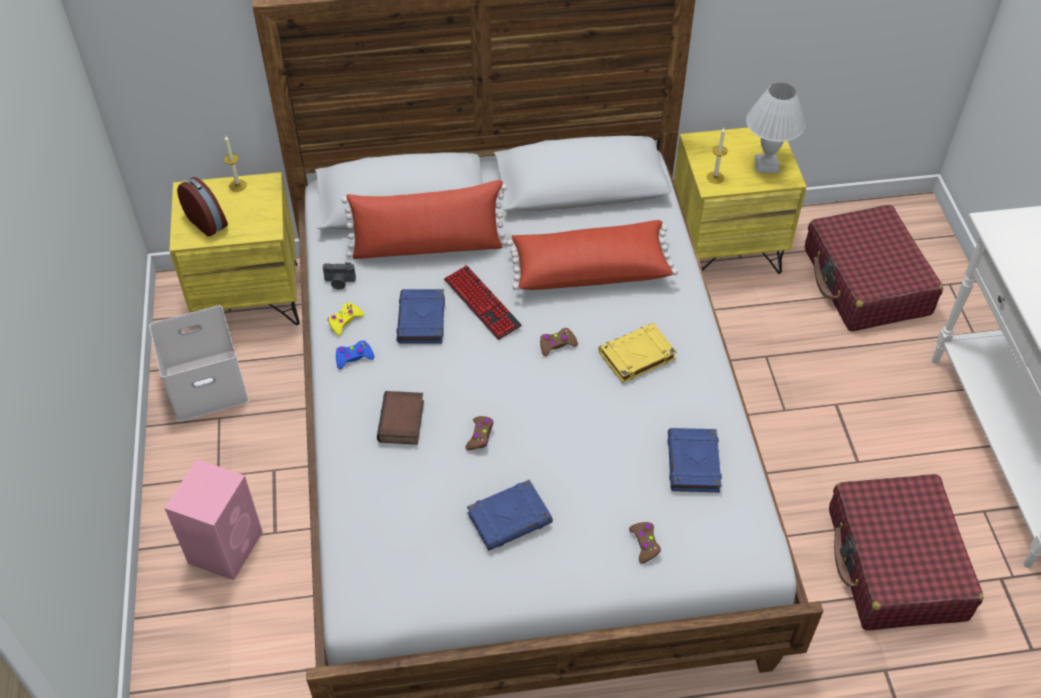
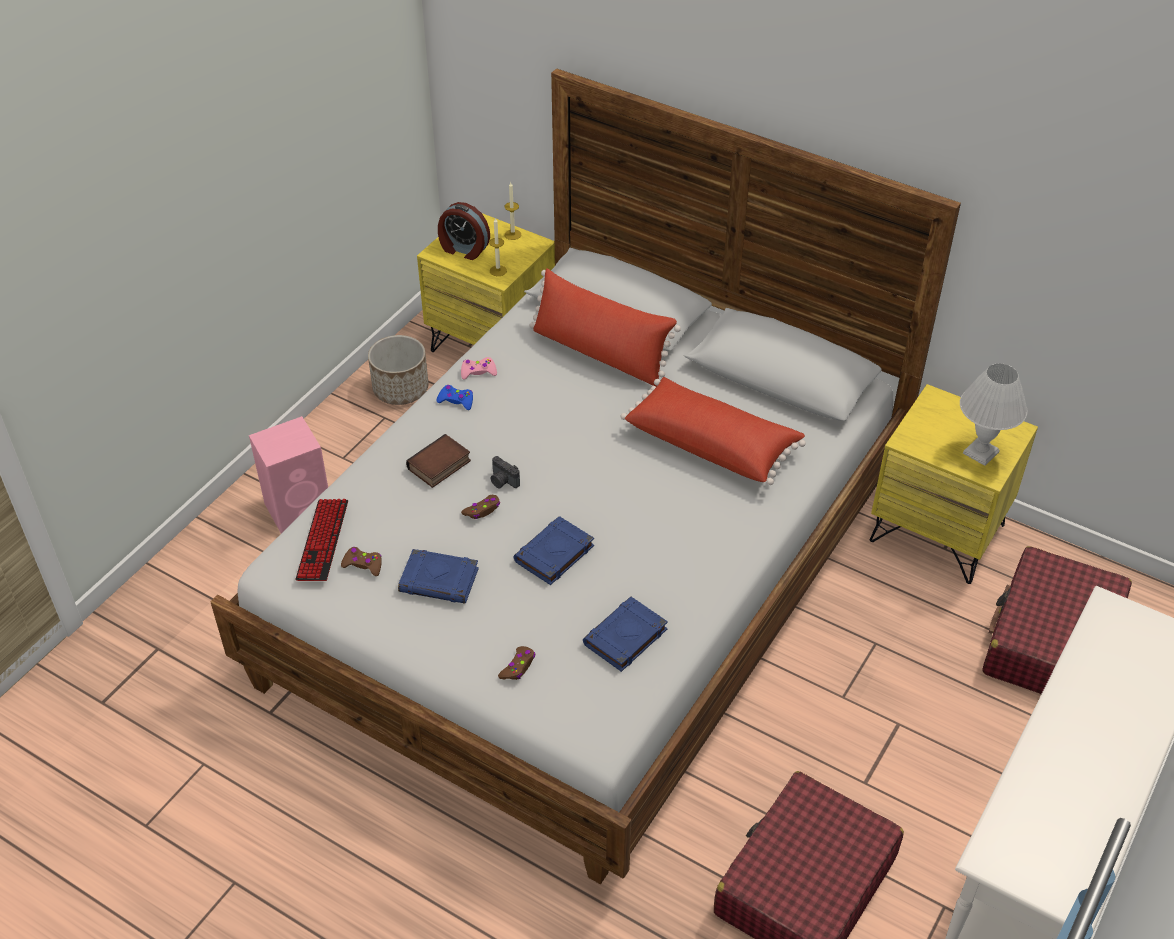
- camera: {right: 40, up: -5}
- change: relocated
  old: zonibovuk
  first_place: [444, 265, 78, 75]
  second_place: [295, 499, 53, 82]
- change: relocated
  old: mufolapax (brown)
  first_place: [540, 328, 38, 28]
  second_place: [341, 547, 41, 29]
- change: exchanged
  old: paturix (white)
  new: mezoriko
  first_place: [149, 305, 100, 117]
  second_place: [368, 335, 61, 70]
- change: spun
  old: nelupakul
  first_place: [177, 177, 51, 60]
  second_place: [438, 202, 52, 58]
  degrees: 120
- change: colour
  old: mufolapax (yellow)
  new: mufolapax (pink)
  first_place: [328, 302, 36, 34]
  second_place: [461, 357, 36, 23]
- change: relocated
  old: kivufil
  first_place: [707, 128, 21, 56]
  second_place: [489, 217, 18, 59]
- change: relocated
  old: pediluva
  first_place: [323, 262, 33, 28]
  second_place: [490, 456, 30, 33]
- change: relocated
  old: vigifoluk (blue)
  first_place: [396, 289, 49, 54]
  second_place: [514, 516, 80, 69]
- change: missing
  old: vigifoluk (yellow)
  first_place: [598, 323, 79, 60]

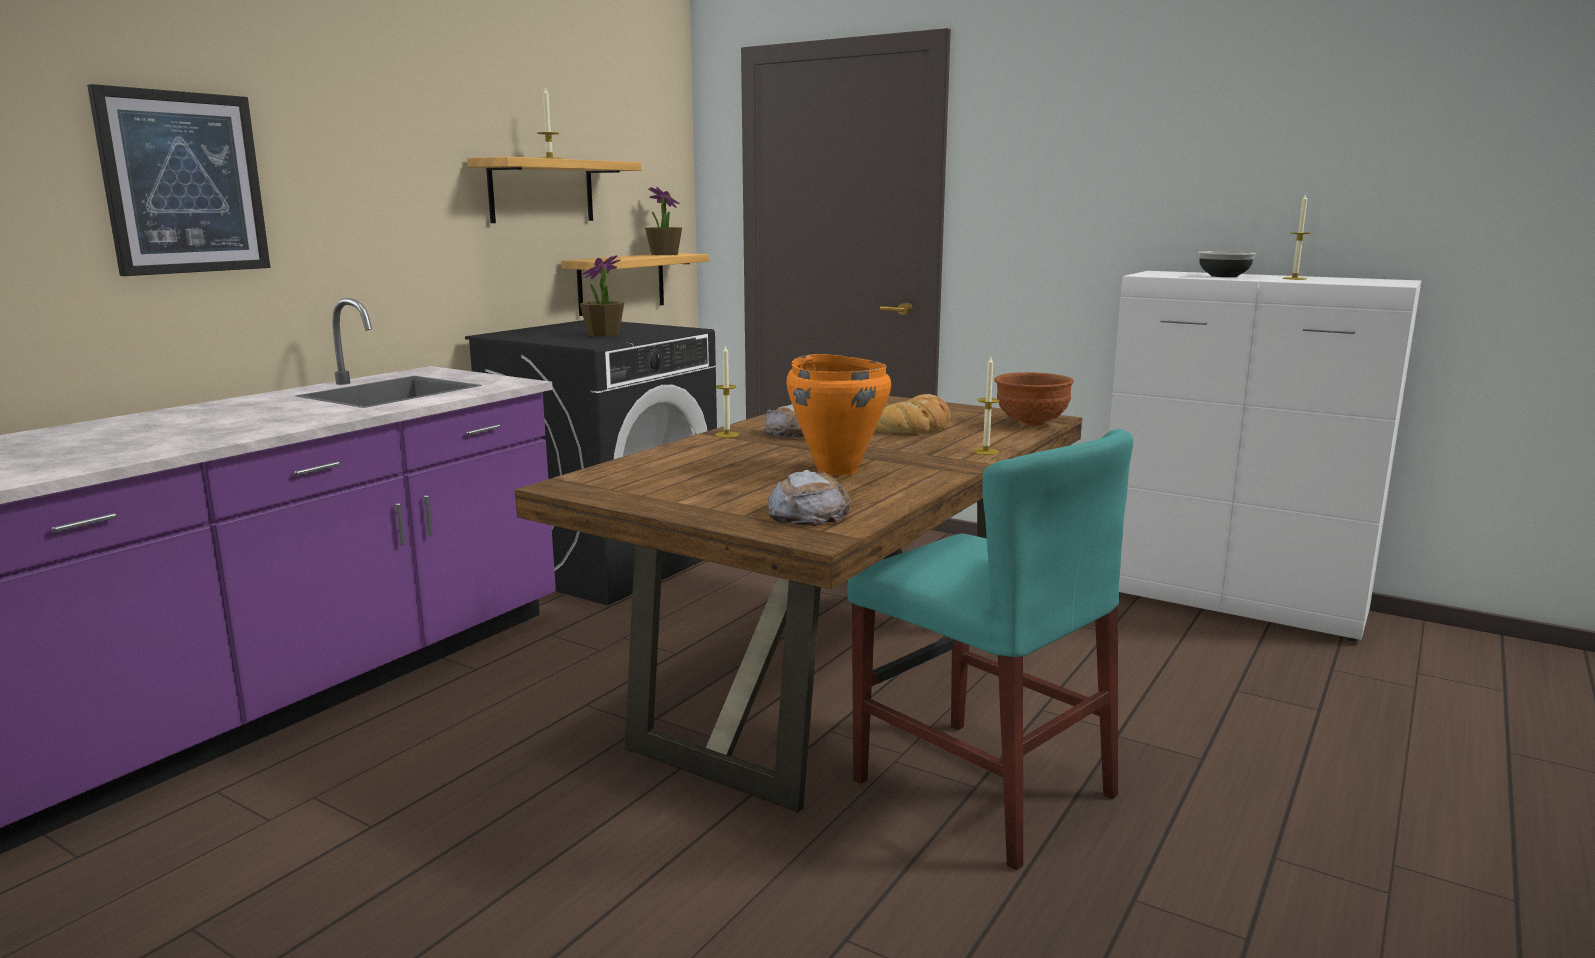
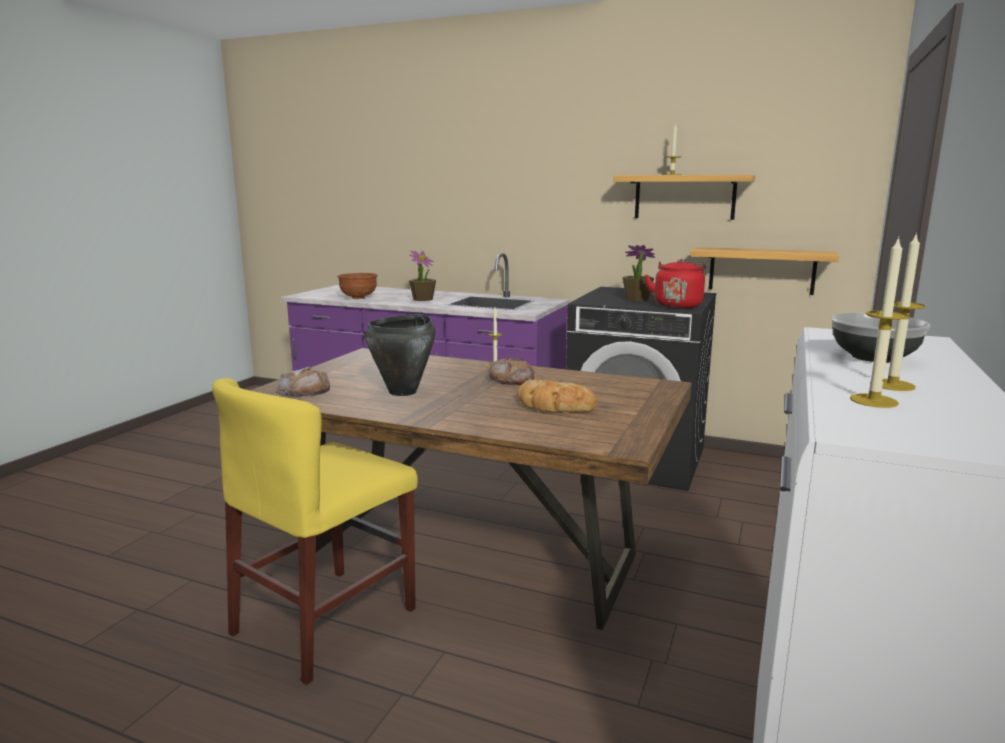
- camera: {right: 80, up: 0}
- change: colour
  old: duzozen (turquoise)
  new: duzozen (yellow)
  first_place: [847, 429, 286, 442]
  second_place: [212, 378, 206, 307]
- change: relocated
  old: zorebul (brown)
  first_place: [994, 372, 80, 54]
  second_place: [337, 273, 41, 26]
- change: colour
  old: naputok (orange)
  new: naputok (black)
  first_place: [786, 354, 105, 122]
  second_place: [365, 314, 70, 82]
- change: relocated
  old: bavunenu
  first_place: [645, 187, 37, 68]
  second_place: [409, 251, 27, 50]
- change: appeared
  new: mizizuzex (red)
  second_place: [645, 259, 61, 50]
- change: relocated
  old: kivufil
  first_place: [973, 357, 27, 98]
  second_place: [850, 237, 59, 171]
- change: missing
  old: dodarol
  first_place: [87, 84, 183, 192]

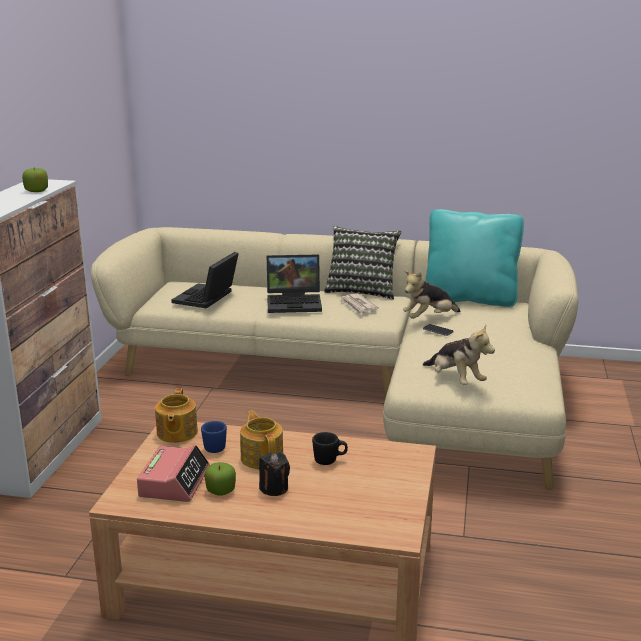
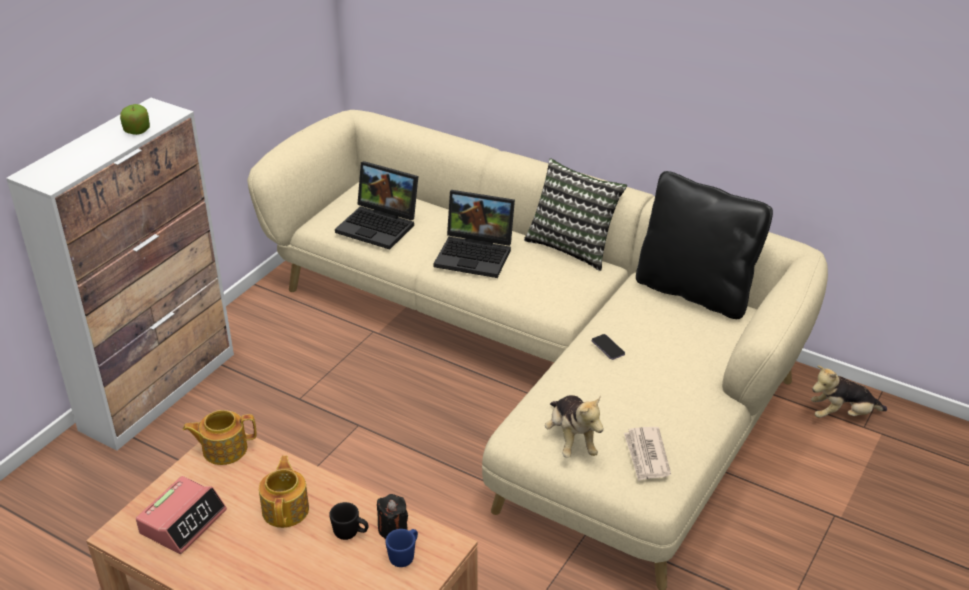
- camera: {right: 20, up: 15}
- change: spun
  old: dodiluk
  first_place: [155, 388, 43, 55]
  second_place: [183, 410, 73, 55]
  degrees: 60
- change: spun
  old: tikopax
  first_place: [171, 252, 68, 56]
  second_place: [335, 161, 83, 89]
  degrees: -105
- change: relocated
  old: kivufil (black)
  first_place: [259, 452, 31, 44]
  second_place: [377, 494, 31, 45]
- change: relocated
  old: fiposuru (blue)
  first_place: [201, 421, 26, 32]
  second_place: [385, 529, 33, 38]
- change: relocated
  old: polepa
  first_place: [339, 293, 39, 22]
  second_place: [624, 427, 47, 54]
- change: colour
  old: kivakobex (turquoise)
  new: kivakobex (black)
  first_place: [425, 209, 99, 98]
  second_place: [636, 171, 137, 148]
- change: relocated
  old: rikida
  first_place: [403, 271, 58, 48]
  second_place: [811, 365, 76, 53]
- change: missing
  old: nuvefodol
  first_place: [204, 462, 32, 34]

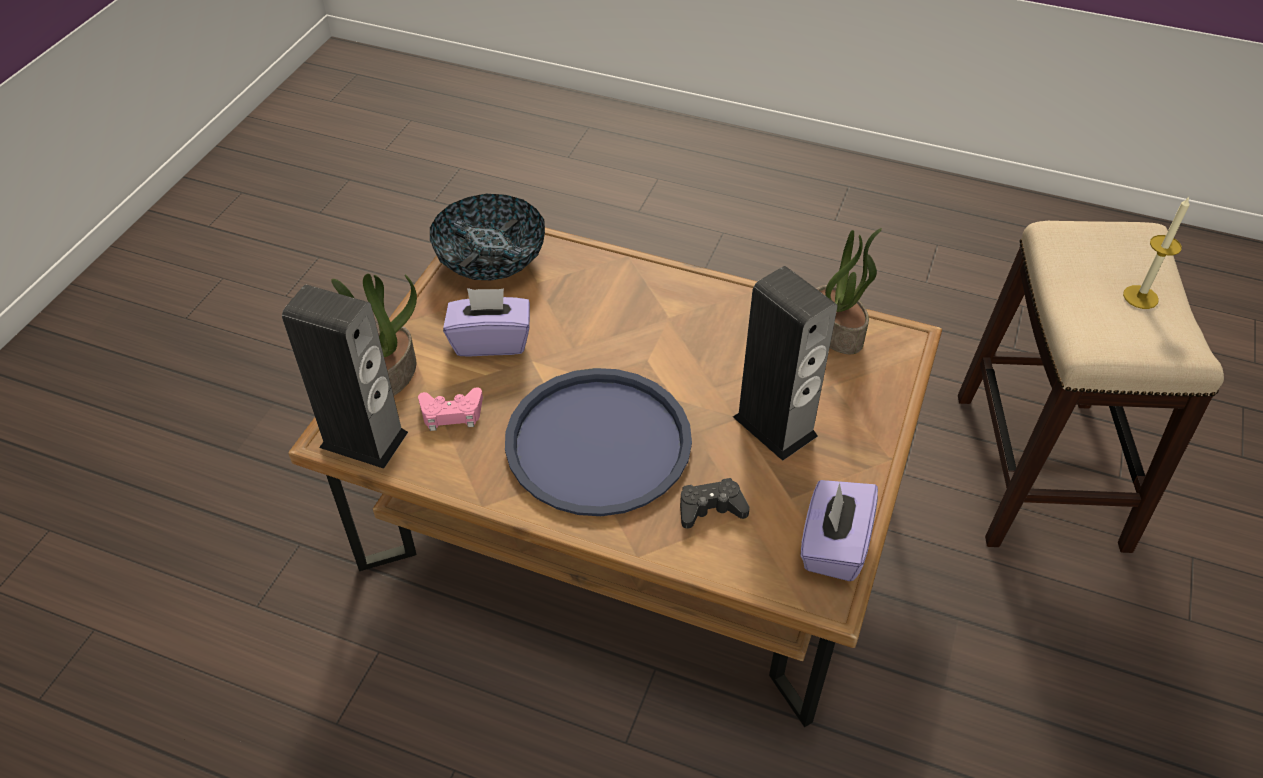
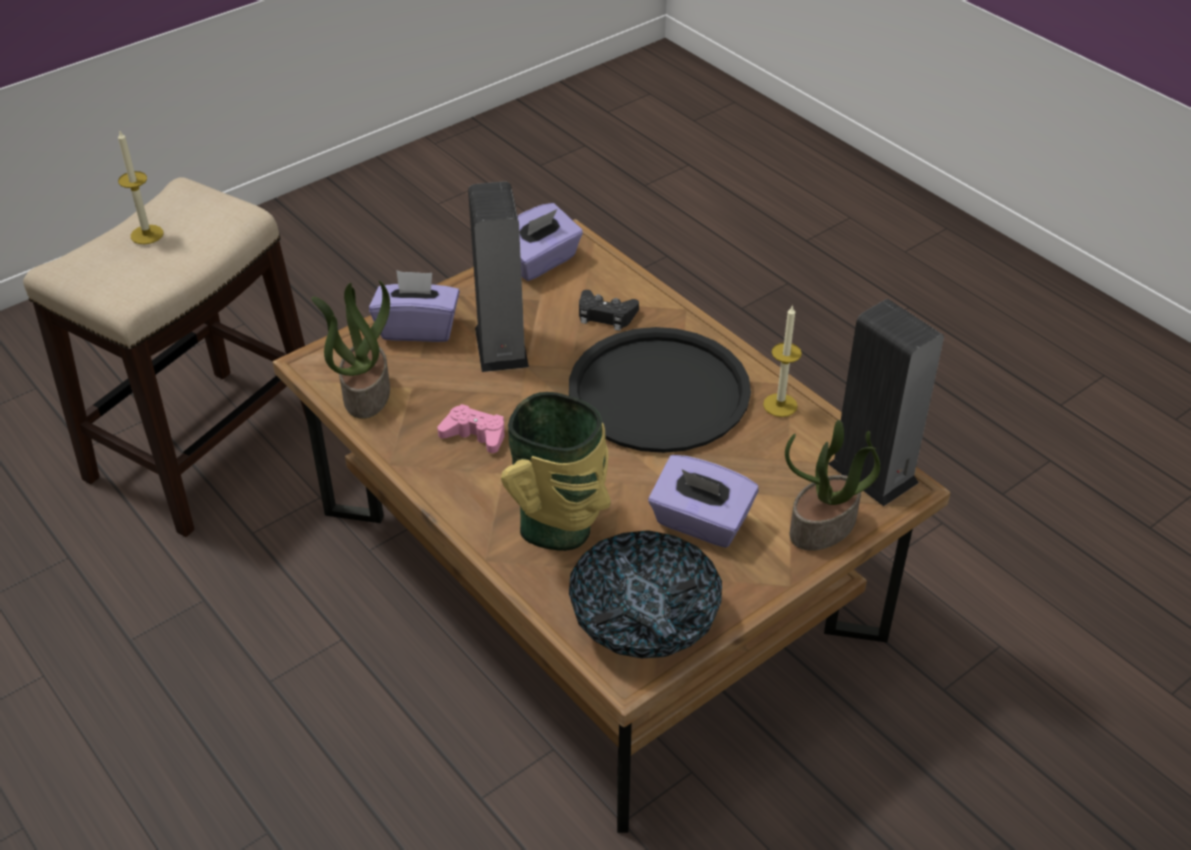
- camera: {right: -150, up: -5}
- change: appeared
  new: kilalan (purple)
  second_place: [369, 270, 91, 72]
- change: relocated
  old: mufolapax (pink)
  first_place: [418, 387, 65, 44]
  second_place: [437, 404, 68, 49]
- change: appeared
  new: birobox
  second_place: [501, 392, 110, 159]
- change: colour
  old: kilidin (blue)
  new: kilidin (black)
  first_place: [505, 368, 187, 148]
  second_place: [569, 327, 182, 126]
- change: appeared
  new: kivufil
  second_place: [763, 305, 39, 112]

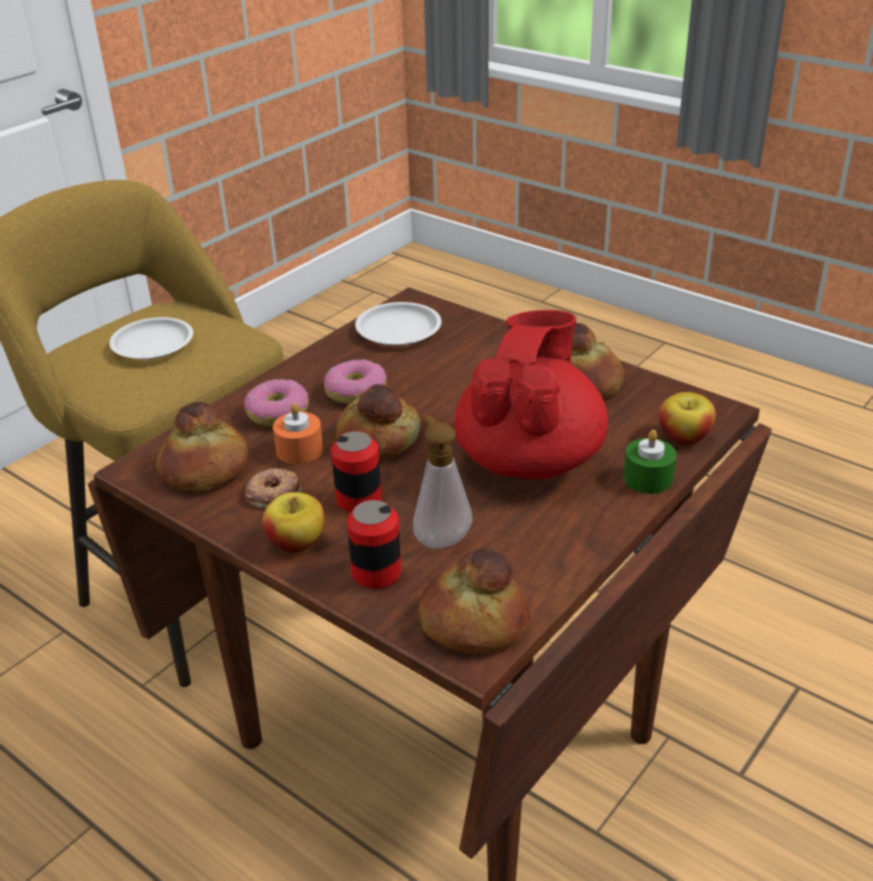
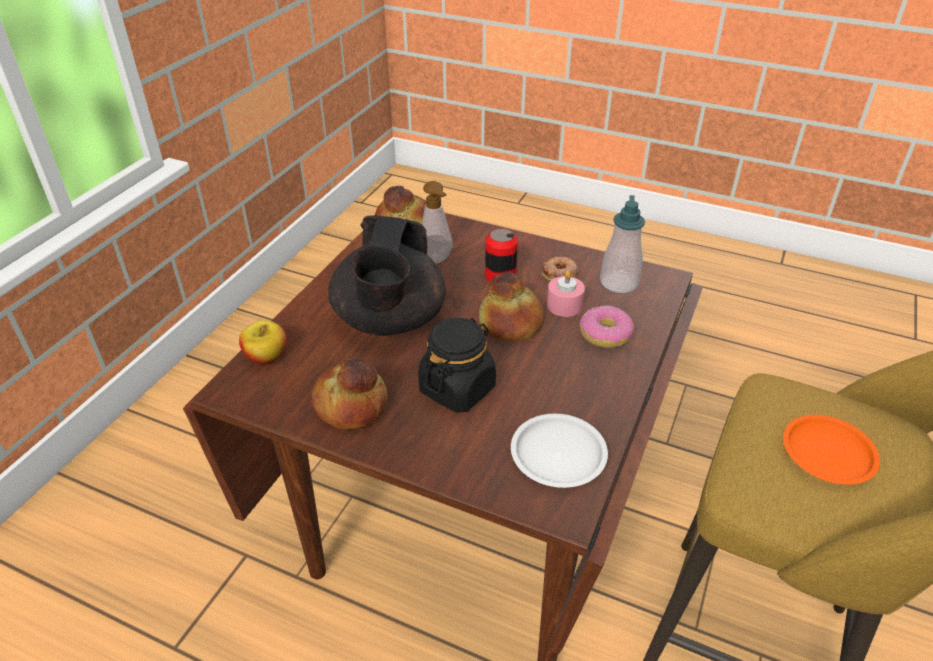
- camera: {right: 165, up: 5}
- change: colour
  old: dodiluk (red)
  new: dodiluk (black)
  first_place: [454, 310, 154, 170]
  second_place: [328, 215, 118, 121]
- change: appeared
  new: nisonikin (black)
  second_place: [418, 318, 78, 95]
- change: colour
  old: kivufil (orange)
  new: kivufil (pink)
  first_place: [273, 403, 50, 61]
  second_place: [547, 270, 38, 47]
- change: exchanged
  old: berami
  new: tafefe
  first_place: [156, 402, 92, 90]
  second_place: [600, 195, 45, 98]
- change: colour
  old: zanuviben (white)
  new: zanuviben (orange)
  first_place: [109, 317, 84, 43]
  second_place: [783, 415, 97, 70]
- change: missing
  old: nuvefodol
  first_place: [262, 492, 62, 61]
- change: missing
  old: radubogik
  first_place: [324, 359, 62, 45]
- change: missing
  old: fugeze
  first_place: [347, 500, 54, 89]
- change: missing
  old: kivufil (green)
  first_place: [623, 430, 53, 64]

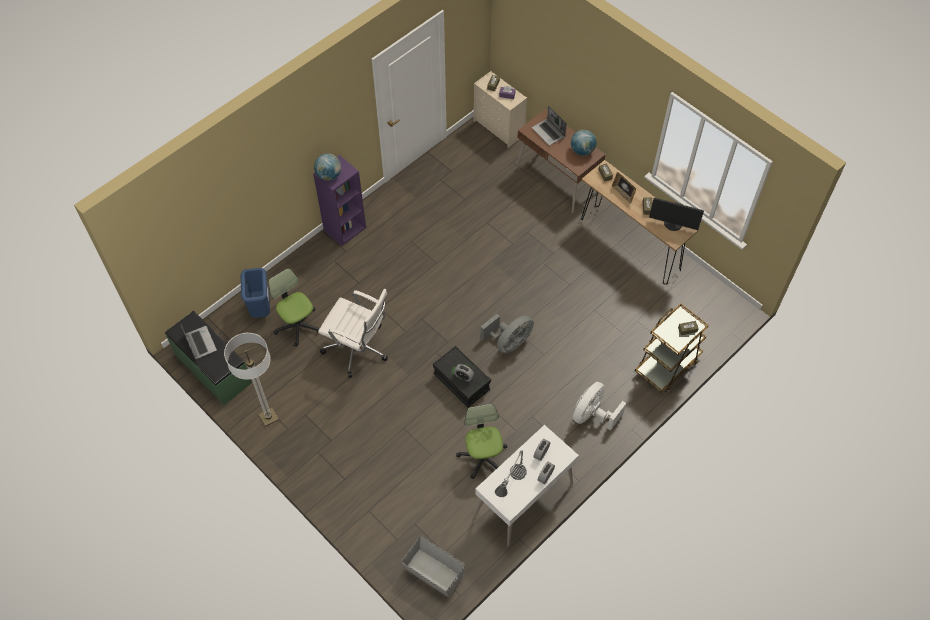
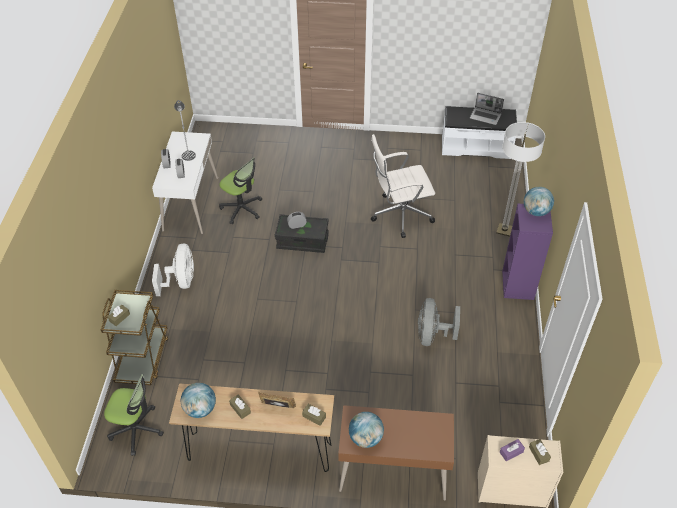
- camera: {right: 140, up: -10}
- change: relocated
  old: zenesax
  first_place: [269, 269, 51, 78]
  second_place: [104, 374, 60, 82]
- change: exchanged
  old: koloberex
  new: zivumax
  first_place: [649, 198, 55, 33]
  second_place: [181, 383, 35, 35]
- change: relocated
  old: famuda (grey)
  first_place: [480, 314, 54, 40]
  second_place: [418, 298, 42, 48]
- change: colour
  old: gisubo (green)
  new: gisubo (white)
  first_place: [165, 311, 87, 94]
  second_place: [442, 106, 75, 53]
- change: relocated
  old: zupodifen
  first_place: [224, 333, 55, 94]
  second_place: [496, 122, 49, 115]
- change: missing
  old: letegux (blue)
  first_place: [241, 268, 29, 50]
- change: missing
  old: paturix (grey)
  first_place: [402, 536, 63, 61]
- change: missing
  old: tikopax
  first_place: [532, 106, 35, 40]

